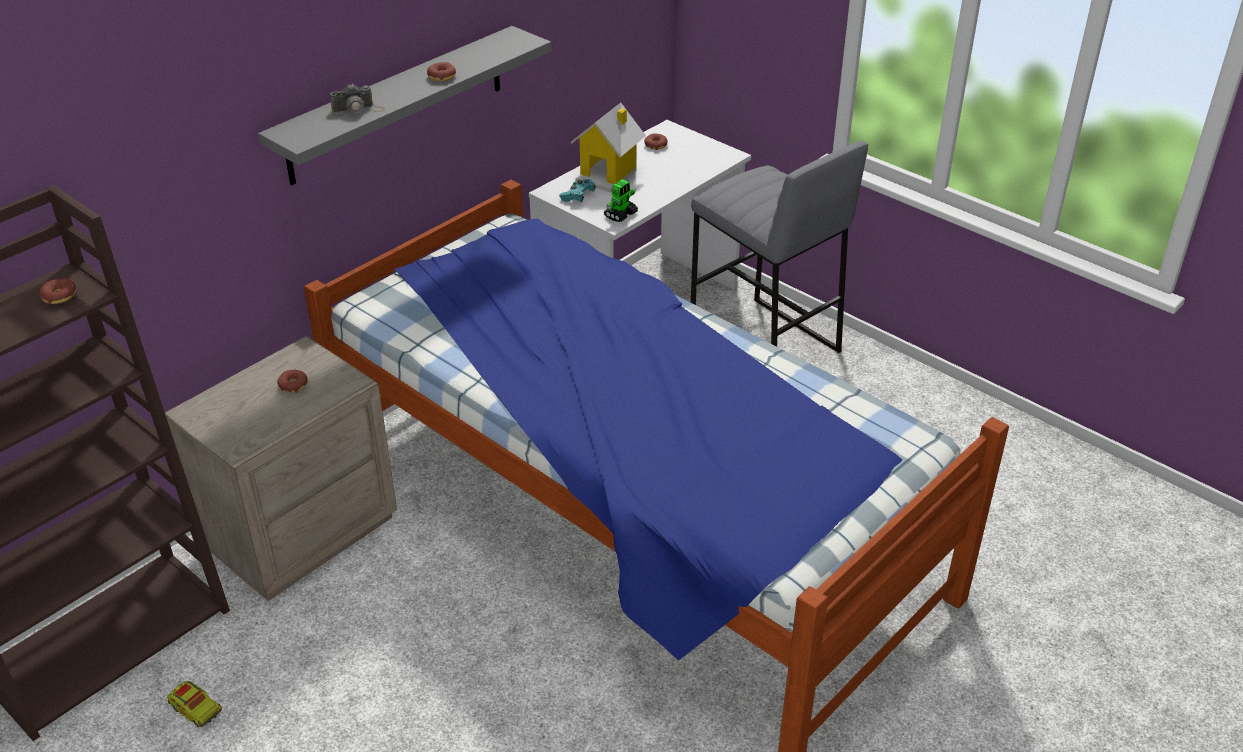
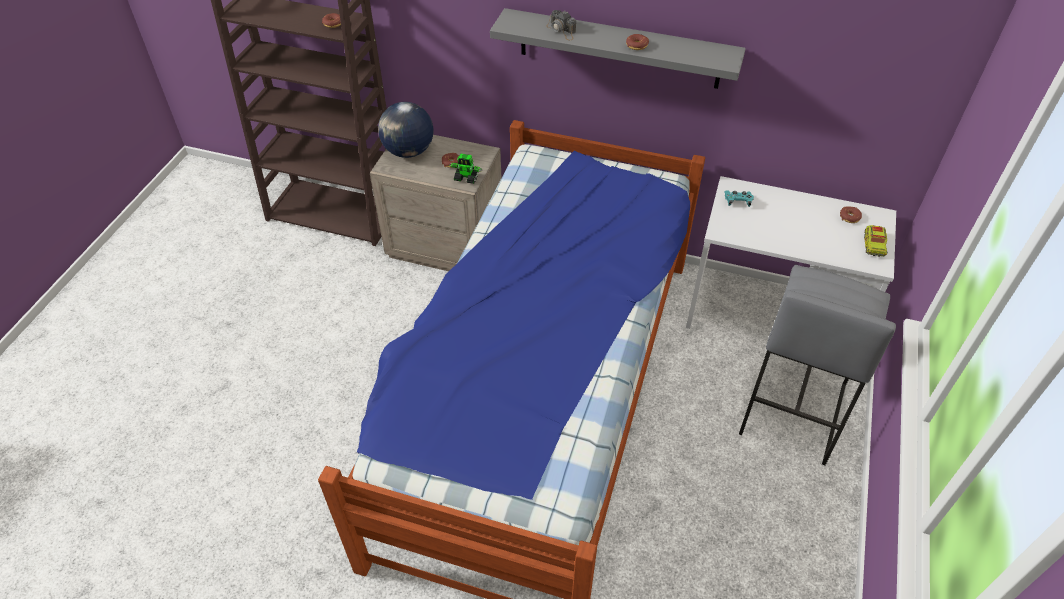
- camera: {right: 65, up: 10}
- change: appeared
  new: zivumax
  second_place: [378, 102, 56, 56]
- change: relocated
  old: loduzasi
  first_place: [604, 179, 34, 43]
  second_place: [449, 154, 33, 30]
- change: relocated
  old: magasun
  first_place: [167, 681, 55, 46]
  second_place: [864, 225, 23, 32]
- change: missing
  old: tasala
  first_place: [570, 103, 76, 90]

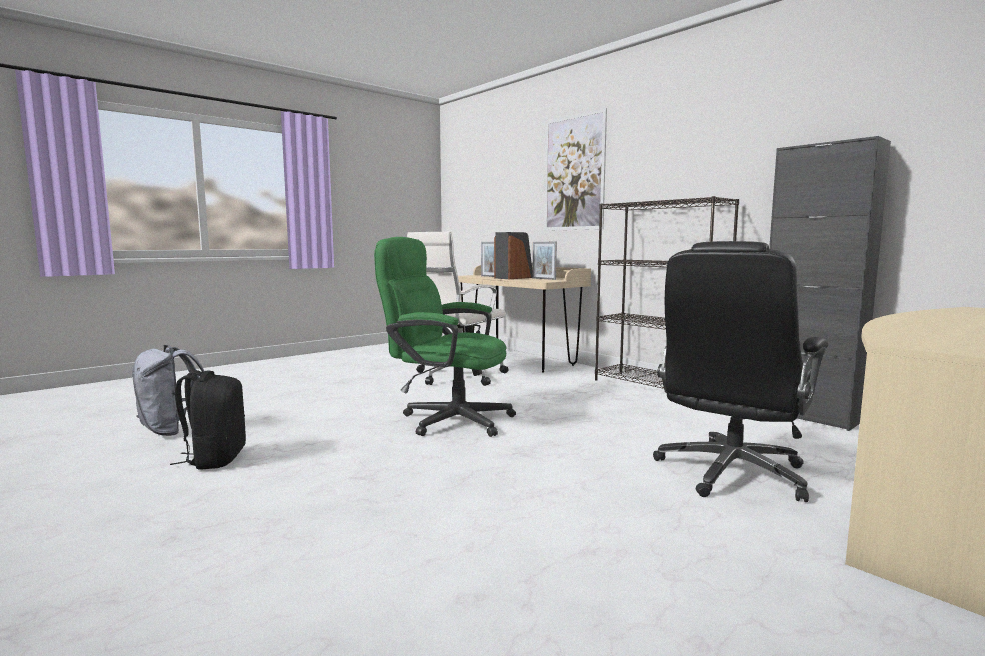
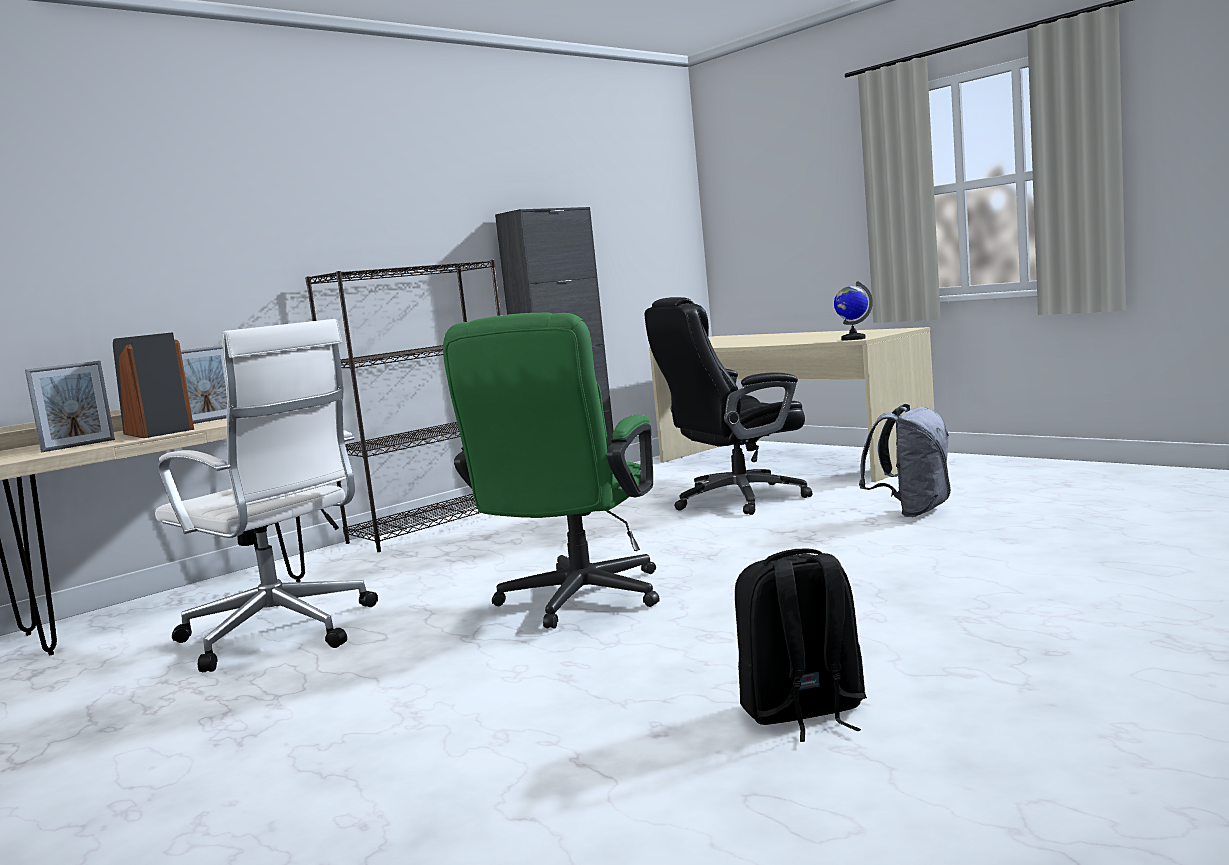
- camera: {right: -90, up: 0}
- change: spun
  old: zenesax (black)
  first_place: [653, 241, 175, 261]
  second_place: [645, 297, 167, 218]
  degrees: 120
- change: appeared
  new: zivumax
  second_place: [834, 281, 39, 59]
- change: relocated
  old: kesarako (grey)
  first_place: [132, 345, 72, 91]
  second_place: [859, 404, 92, 113]
- change: missing
  old: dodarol
  first_place: [544, 108, 63, 123]

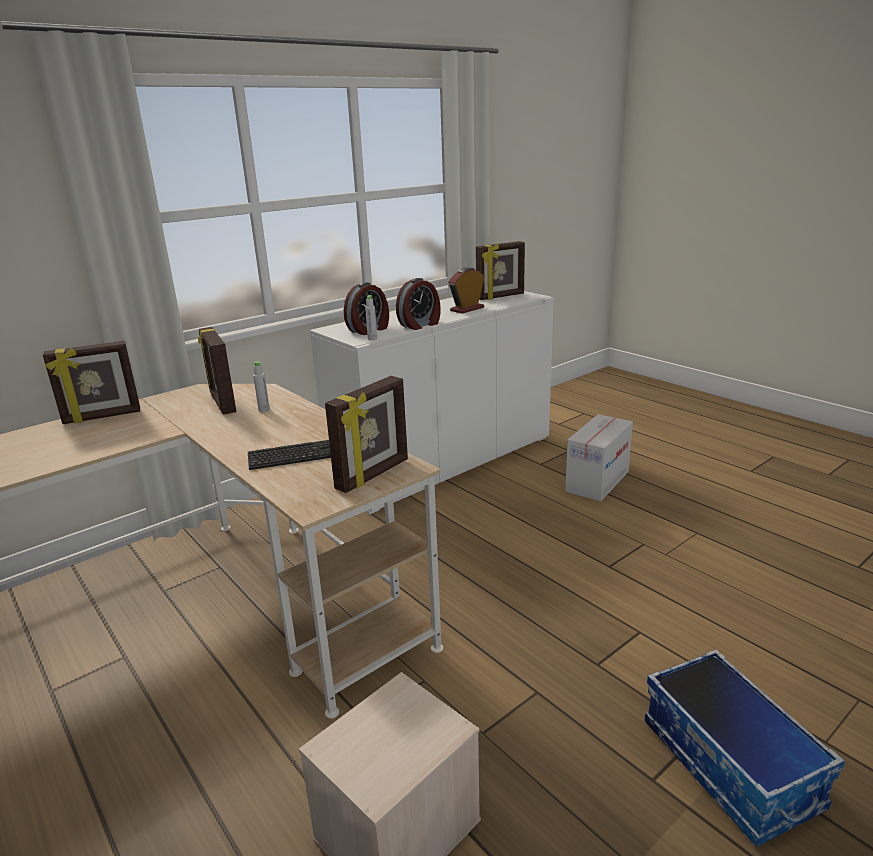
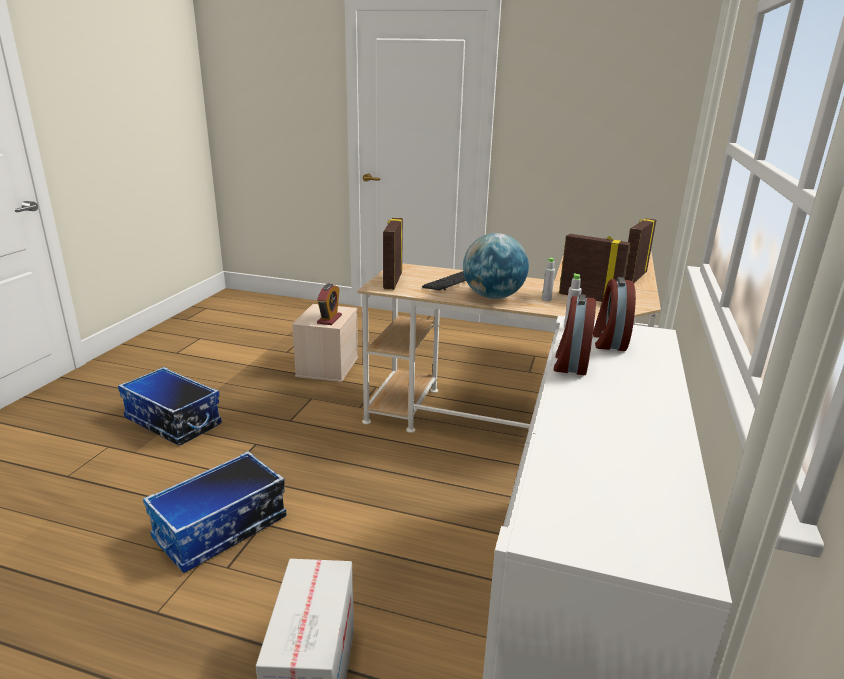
- camera: {right: 145, up: 0}
- change: appeared
  new: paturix
  second_place: [143, 451, 144, 122]
- change: relocated
  old: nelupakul
  first_place: [448, 267, 36, 47]
  second_place: [317, 284, 25, 41]
- change: appeared
  new: zivumax
  second_place: [463, 233, 66, 66]
- change: missing
  old: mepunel
  first_place: [476, 241, 49, 59]

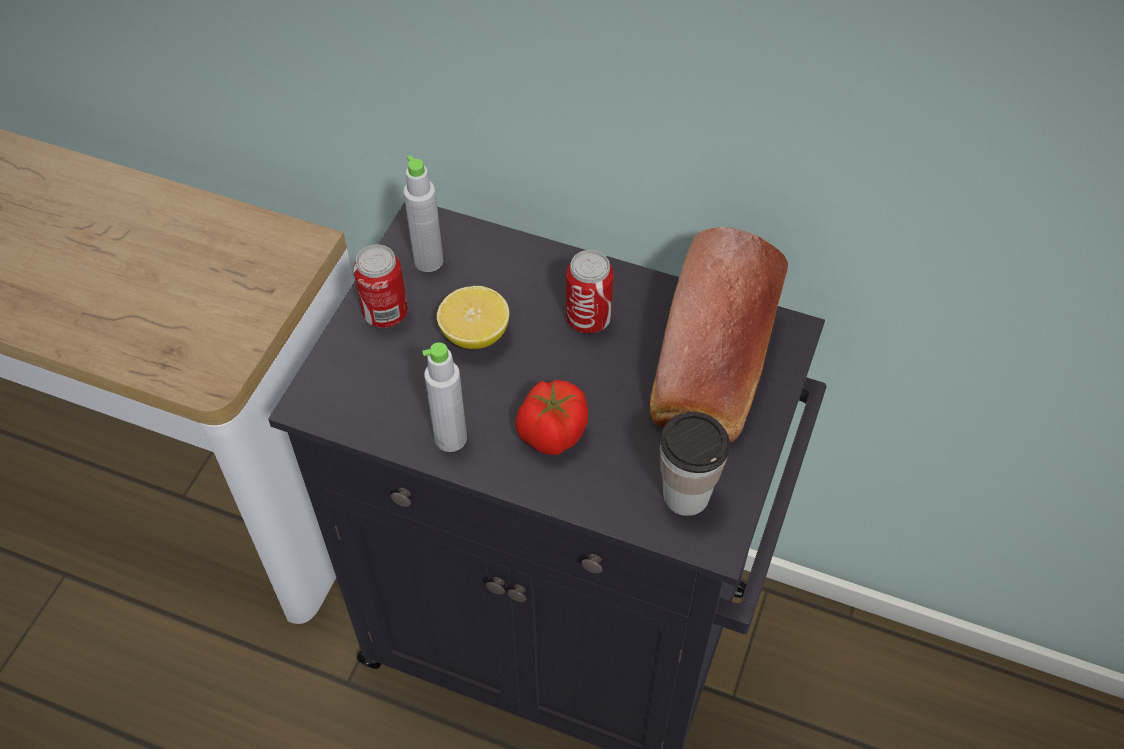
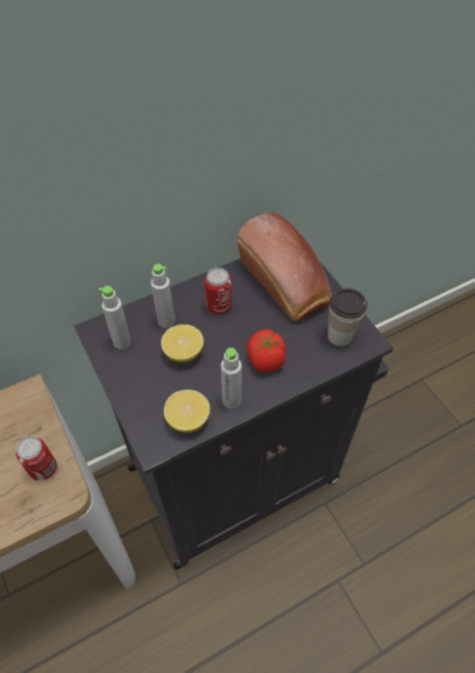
- camera: {right: -50, up: 0}
- change: relocated
  old: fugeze
  first_place: [353, 244, 55, 84]
  second_place: [16, 436, 41, 45]
- change: appeared
  new: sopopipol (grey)
  second_place: [151, 264, 24, 64]
- change: appeared
  new: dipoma
  second_place: [164, 390, 46, 43]

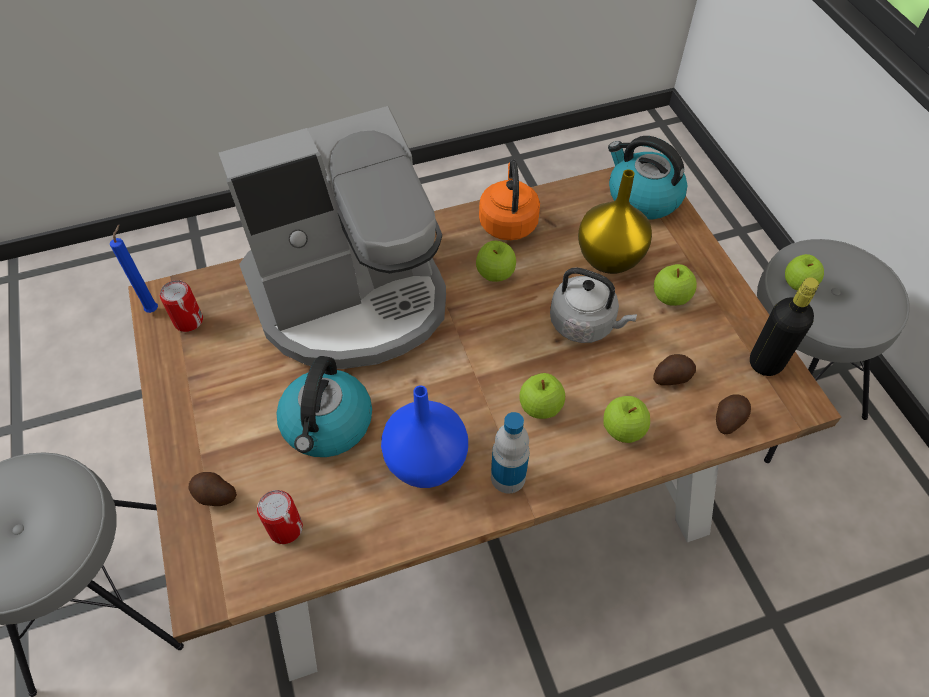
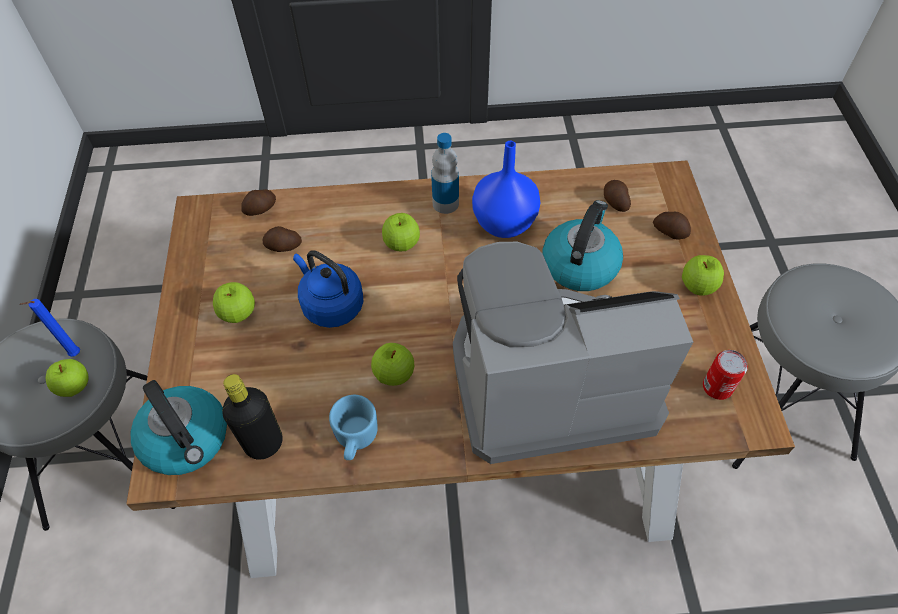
- camera: {right: -165, up: 0}
- change: relocated
  old: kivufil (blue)
  first_place: [110, 225, 48, 88]
  second_place: [19, 299, 61, 58]
- change: relocated
  old: sopopipol (black)
  first_place: [750, 277, 69, 99]
  second_place: [222, 374, 61, 86]
- change: colour
  old: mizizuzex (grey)
  new: mizizuzex (blue)
  first_place: [550, 267, 87, 76]
  second_place: [293, 250, 70, 78]
- change: exchanged
  old: mizizuzex (orange)
  new: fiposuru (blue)
  first_place: [479, 160, 61, 80]
  second_place: [329, 395, 49, 65]
- change: exchanged
  old: fugeze
  new: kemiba
  first_place: [257, 490, 46, 54]
  second_place: [604, 180, 27, 32]
- change: relocated
  old: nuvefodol
  first_place: [604, 396, 46, 47]
  second_place: [682, 255, 42, 41]
- change: missing
  old: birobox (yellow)
  first_place: [578, 169, 74, 105]

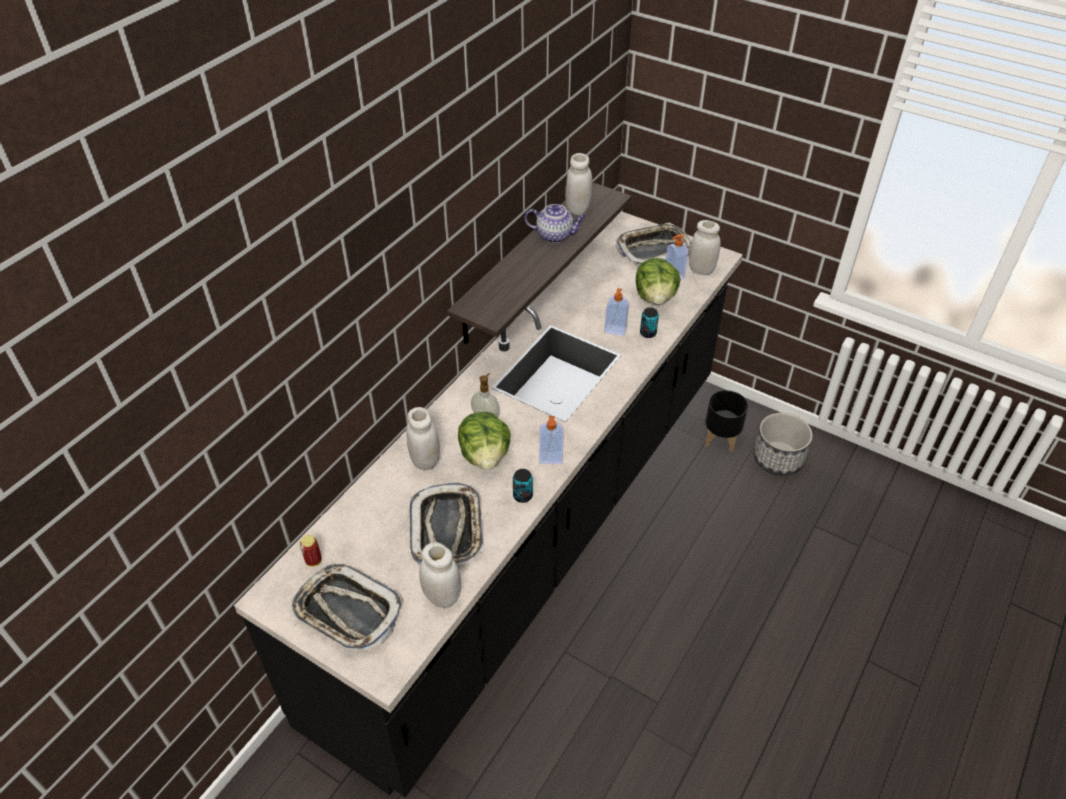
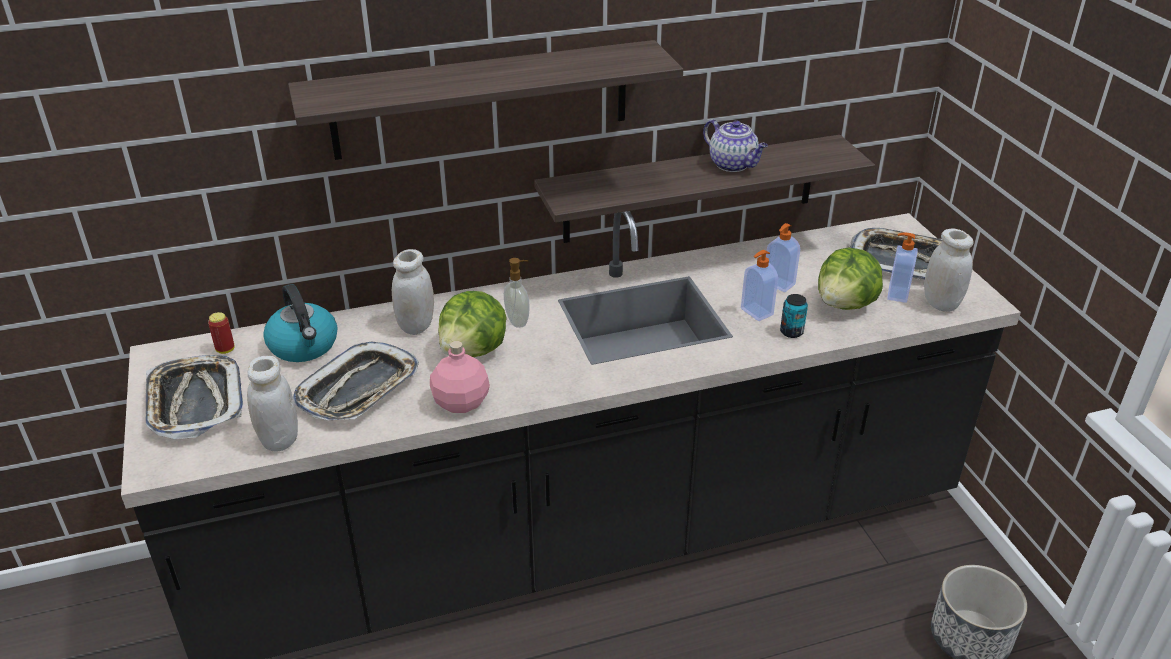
- camera: {right: 40, up: -10}
- change: appeared
  new: mizizuzex
  second_place: [263, 284, 75, 78]
- change: appeared
  new: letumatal
  second_place: [288, 40, 395, 120]
- change: exchanged
  old: fugeze
  new: sopopipol (pink)
  first_place: [513, 469, 20, 34]
  second_place: [430, 341, 60, 72]
- change: relocated
  old: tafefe
  first_place: [539, 416, 24, 48]
  second_place: [766, 223, 34, 69]
- change: missing
  old: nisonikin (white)
  first_place: [565, 153, 28, 62]
- change: missing
  old: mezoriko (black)
  first_place: [705, 390, 43, 62]

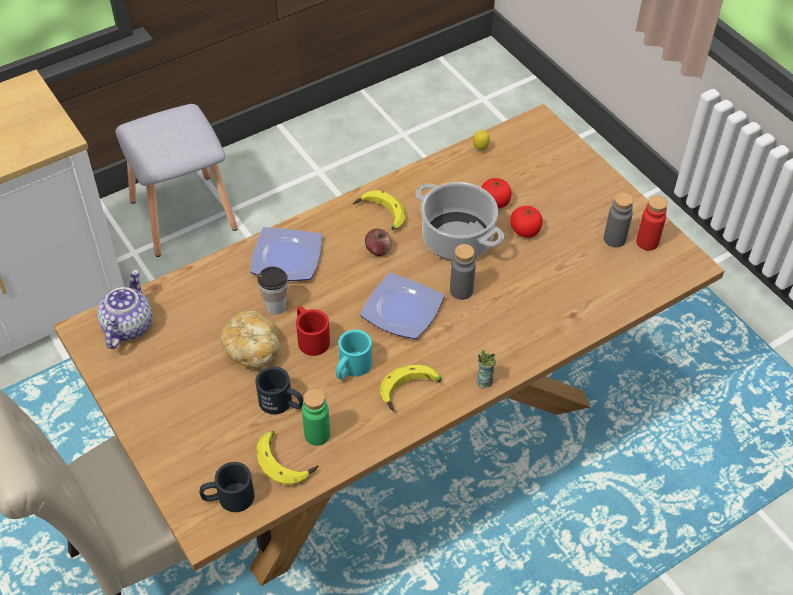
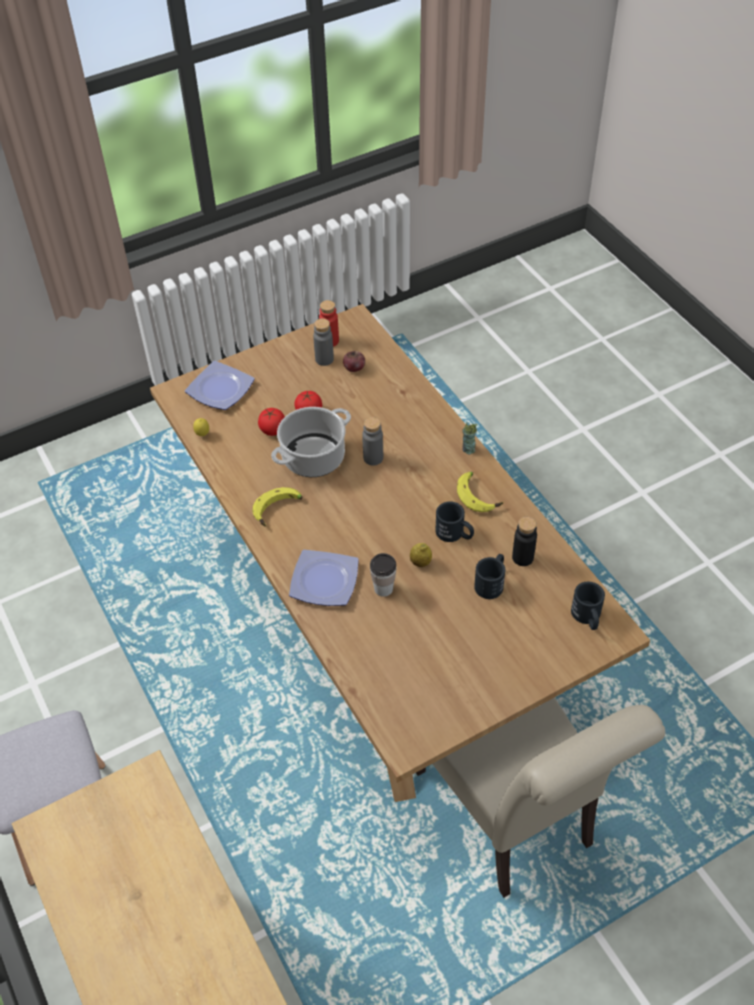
- camera: {right: -85, up: 0}
- change: relocated
  old: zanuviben
  first_place: [360, 272, 84, 67]
  second_place: [185, 361, 70, 49]
- change: relocated
  old: nuvefodol
  first_place: [365, 229, 27, 27]
  second_place: [343, 351, 22, 21]
- change: exchanged
  old: fiposuru (red)
  new: dipoma
  first_place: [296, 306, 34, 50]
  second_place: [410, 543, 22, 24]
- change: colour
  old: fiposuru (turquoise)
  new: fiposuru (black)
  first_place: [336, 329, 36, 51]
  second_place: [436, 501, 38, 41]
- change: colour
  old: sopopipol (green)
  new: sopopipol (black)
  first_place: [302, 389, 28, 57]
  second_place: [512, 517, 25, 49]
- change: missing
  old: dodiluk
  first_place: [97, 269, 55, 80]
- change: missing
  old: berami
  first_place: [220, 311, 59, 57]
- change: missing
  old: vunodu
  first_place: [257, 431, 61, 54]

